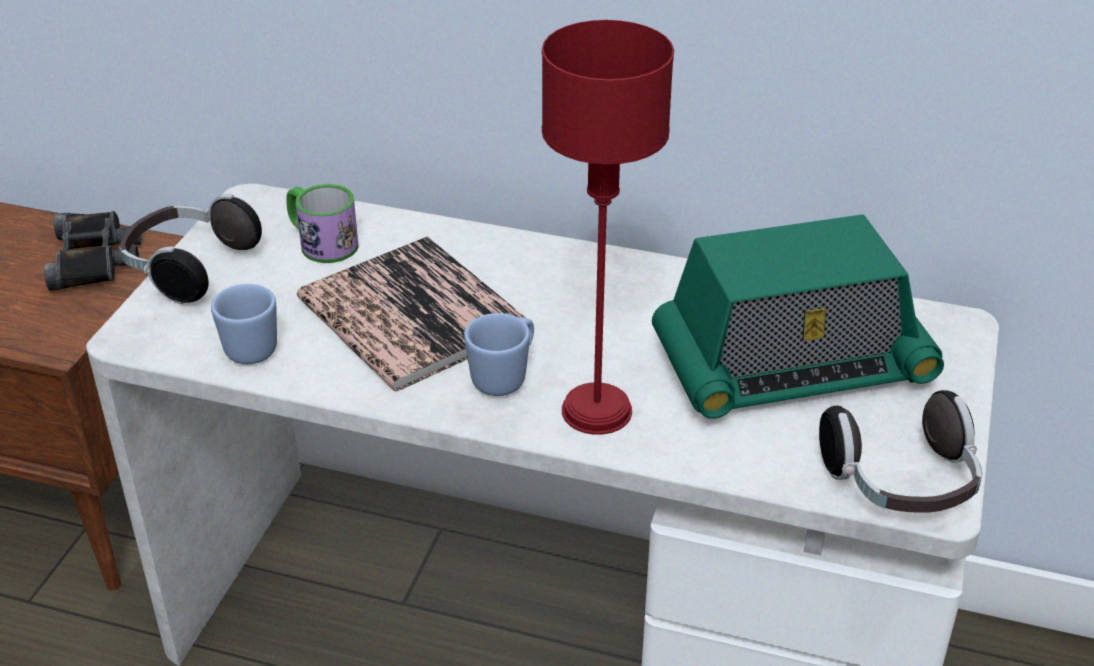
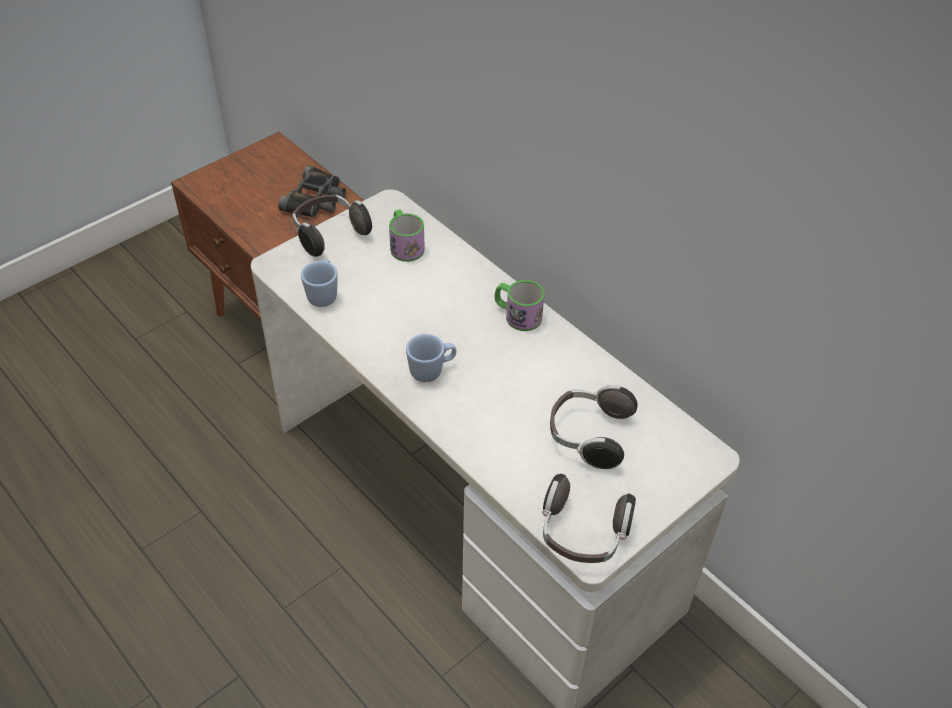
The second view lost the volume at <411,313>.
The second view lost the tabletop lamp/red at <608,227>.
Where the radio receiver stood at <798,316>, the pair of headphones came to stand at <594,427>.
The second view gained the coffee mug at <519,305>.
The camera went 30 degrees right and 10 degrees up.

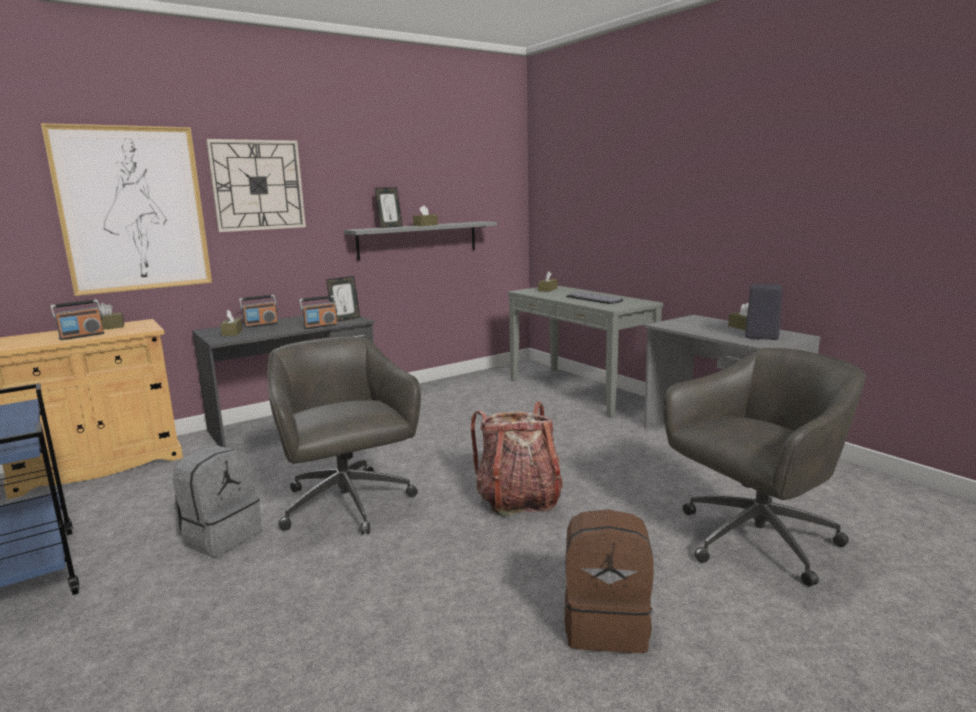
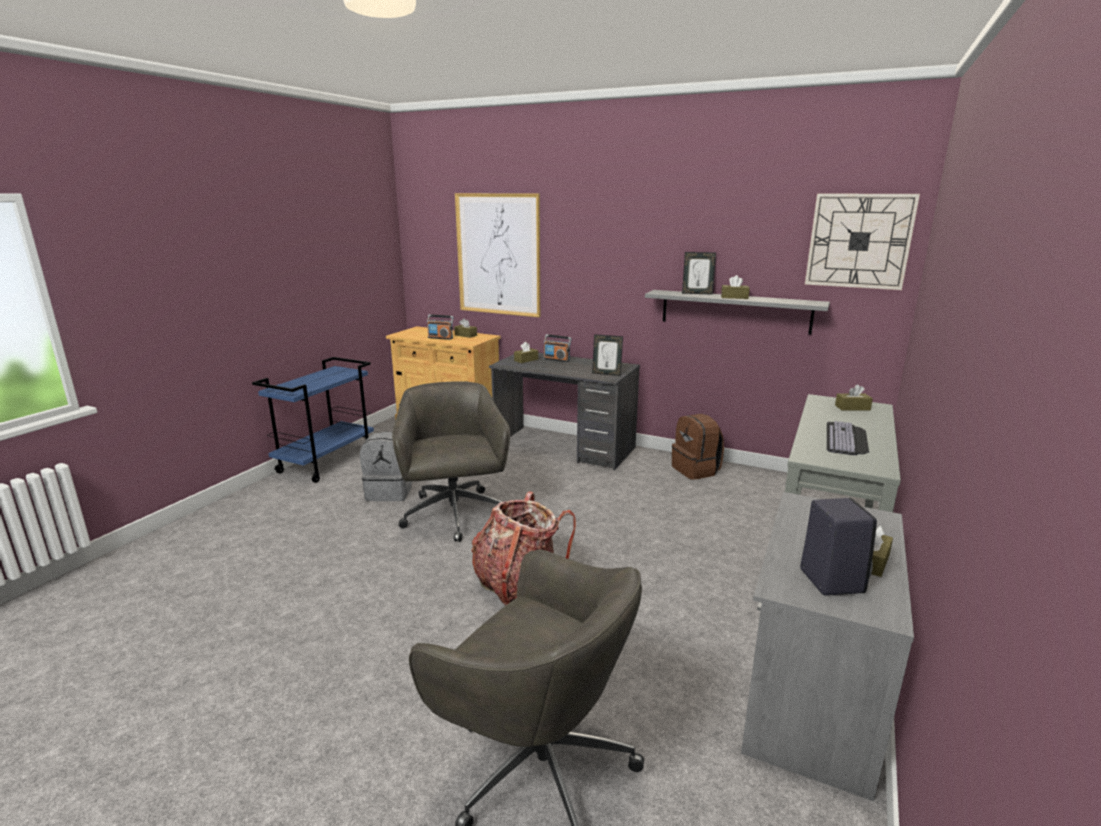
The clock on the wall ended up elsewhere, having gone from <256,185> to <862,242>.
The desk chair/gray at <344,435> ended up facing another way, 45 degrees counterclockwise from before.
The second view lost the radio receiver at <318,312>.
The knapsack/brown ended up elsewhere, having gone from <609,581> to <698,447>.
The camera went 60 degrees right and 5 degrees up.

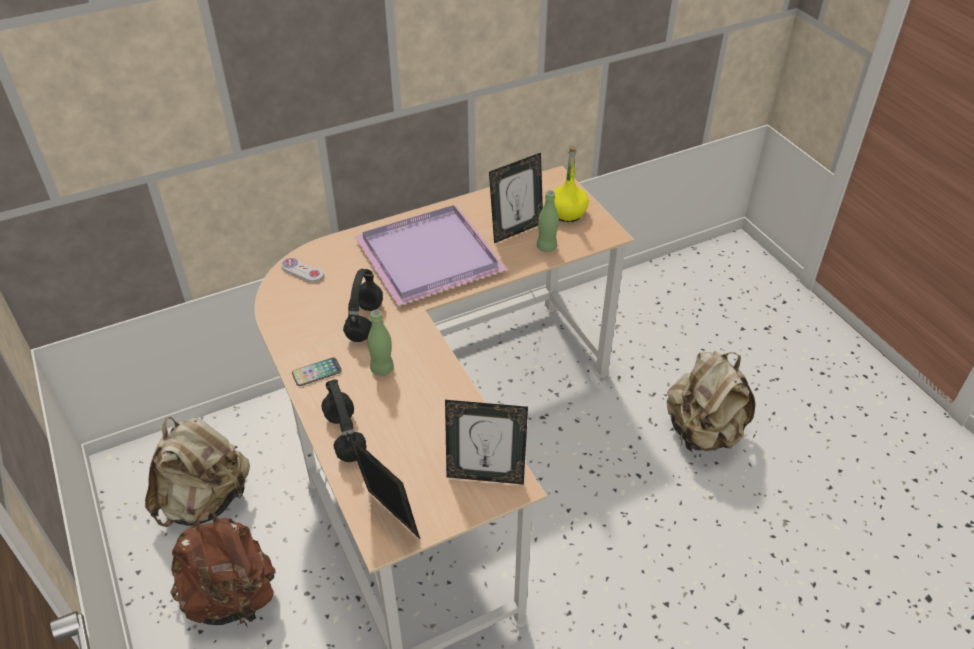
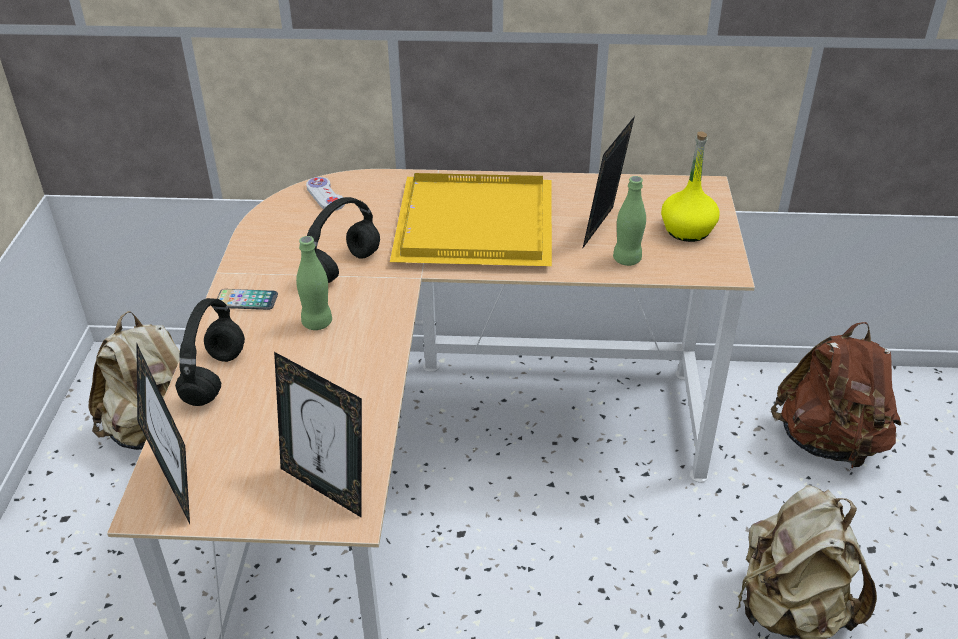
The knapsack/brown ended up elsewhere, having gone from <223,567> to <836,396>.
What was the carrying tray/purplish at <430,255> turned into the carrying tray/yellow at <471,219>.
The standing frame at <516,198> ended up facing another way, 120 degrees clockwise from before.
The camera went 30 degrees right and 5 degrees down.

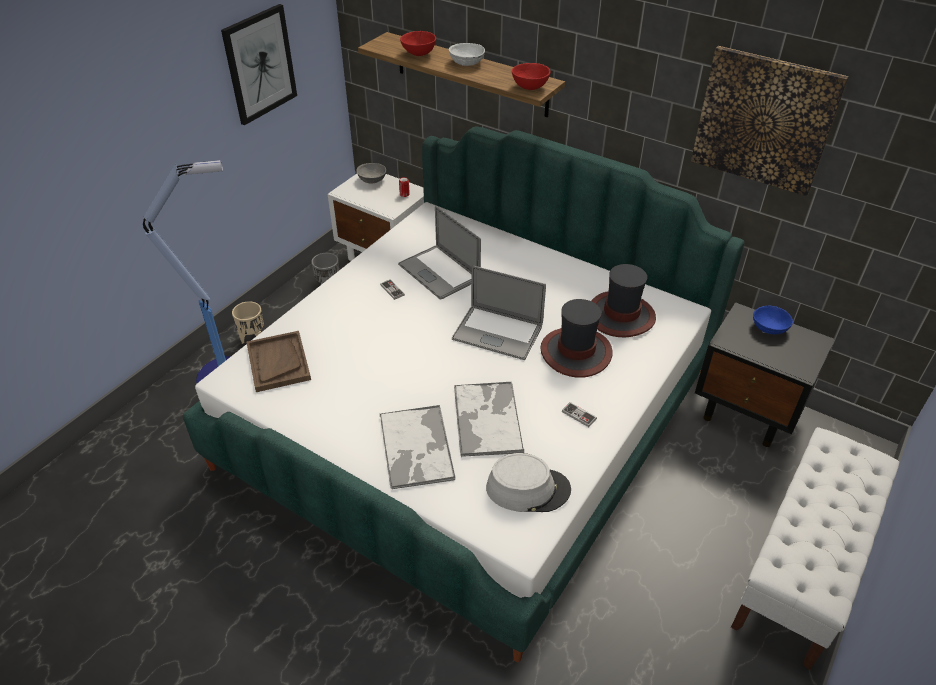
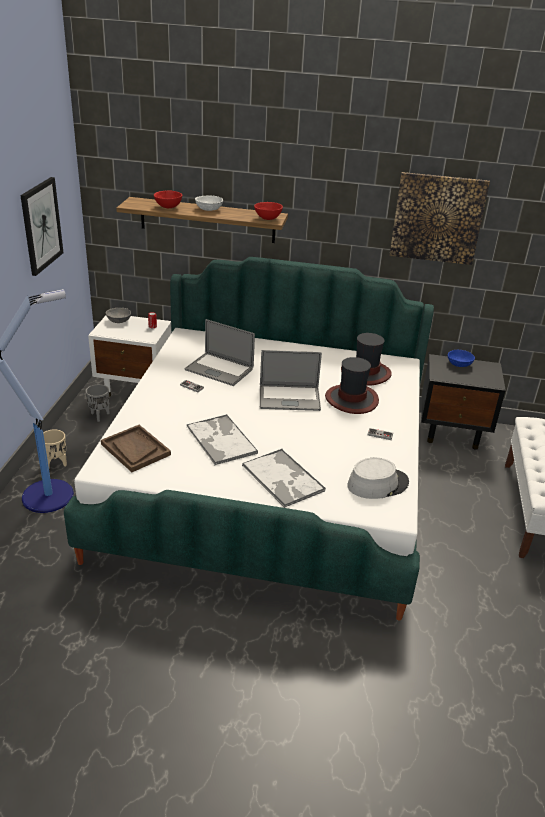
The carrying tray ended up elsewhere, having gone from <489,419> to <222,440>.
The camera went 25 degrees left and 10 degrees down.

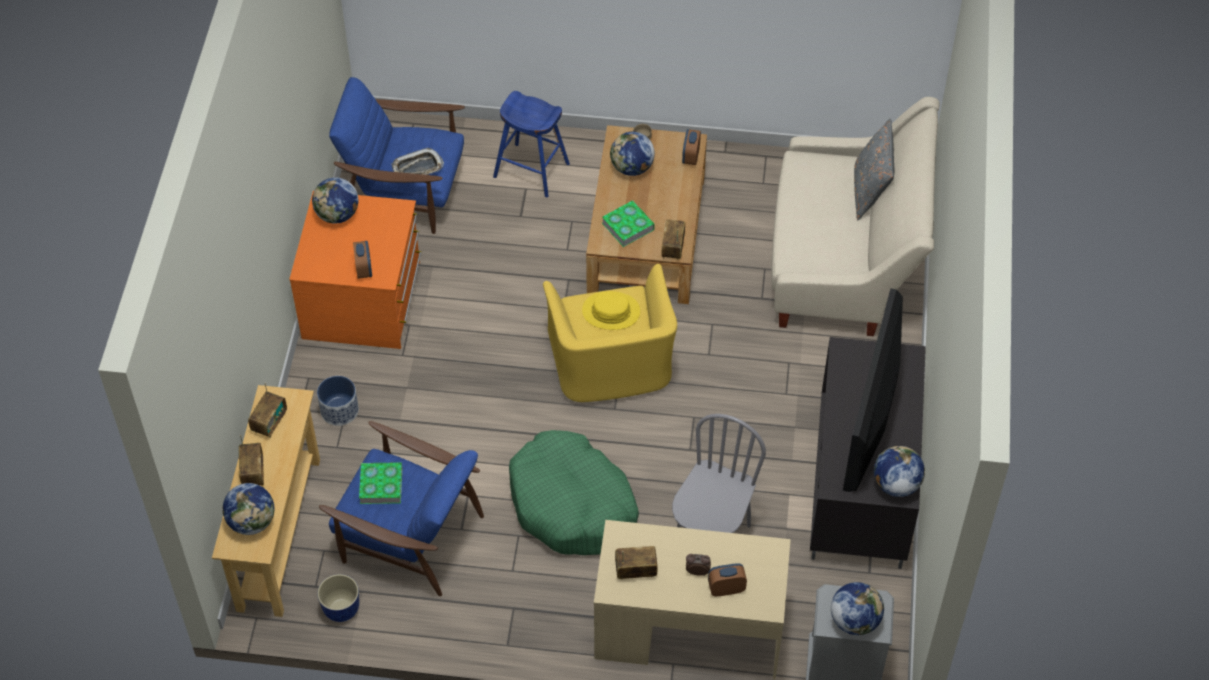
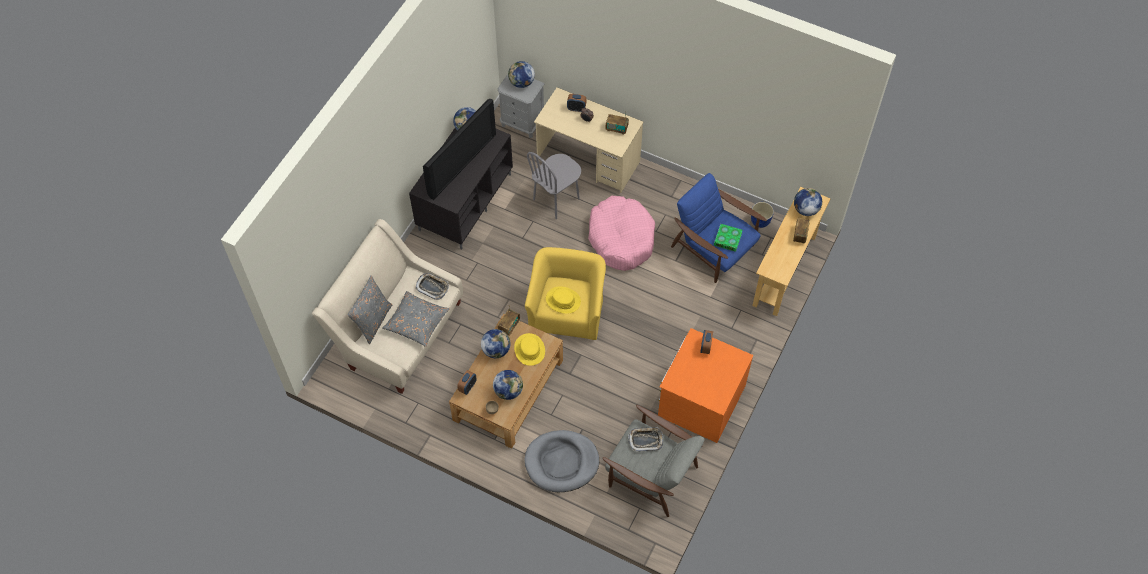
The second view lost the radio receiver at <267,410>.
The desk globe ended up elsewhere, having gone from <335,200> to <495,343>.
The second view lost the planter at <338,401>.
What was the armchair/blue-coloured at <397,155> turned into the armchair/gray at <654,461>.
Where the sitting stool/blue-coloured stood at <531,144>, the dog bed/gray came to stand at <561,461>.
What was the dog bed/greenish at <574,492> turned into the dog bed/pinkish at <621,233>.
Where the volume stood at <628,224>, the hat/yellow came to stand at <529,349>.
The second view gained the pillow/gray at <415,319>.
The second view gained the carrying tray at <432,286>.
The camera went 160 degrees left and 5 degrees up.

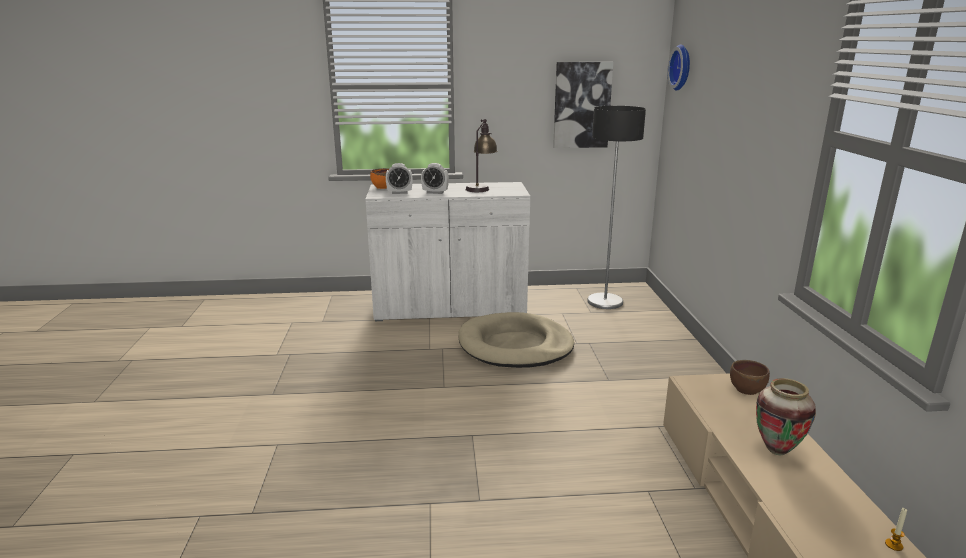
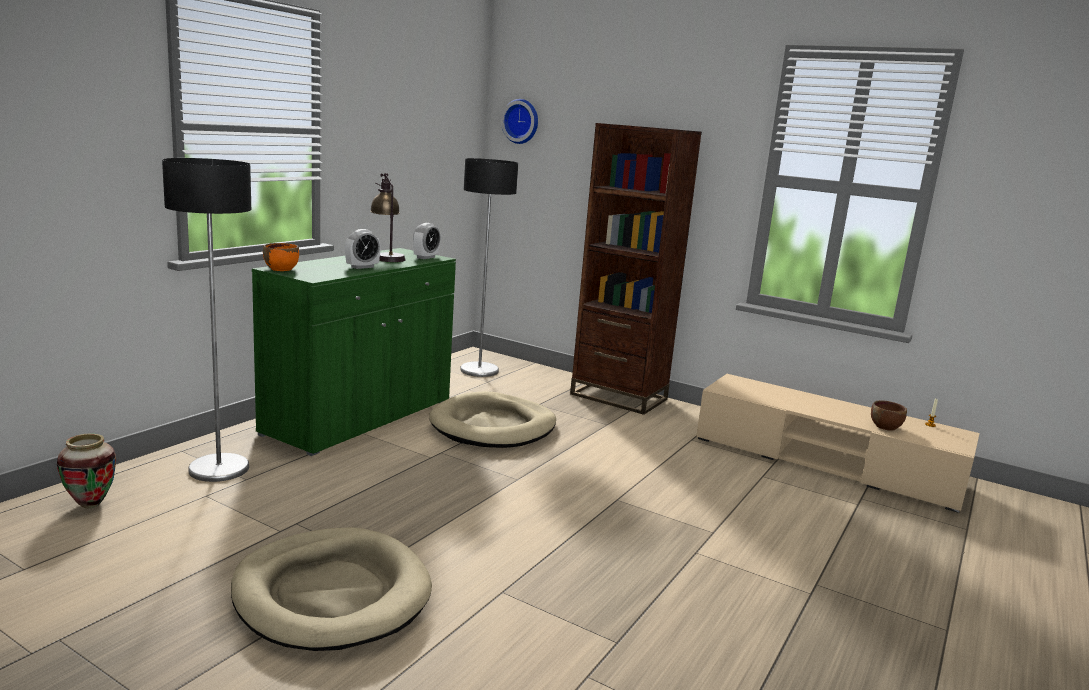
What was the storage cabinet/whitish at <447,251> turned into the storage cabinet/greenish at <354,352>.
The bedside clock ended up elsewhere, having gone from <399,178> to <426,241>.
The second view lost the wall picture at <583,105>.
The bowl/brown ended up elsewhere, having gone from <750,377> to <889,415>.
The decorative vase ended up elsewhere, having gone from <786,416> to <86,470>.
The second view gained the floor lamp at <206,320>.
The second view gained the dog bed/beige-coloured at <331,589>.
The second view gained the shelving unit/brown at <636,269>.
The camera went 55 degrees left and 5 degrees down.

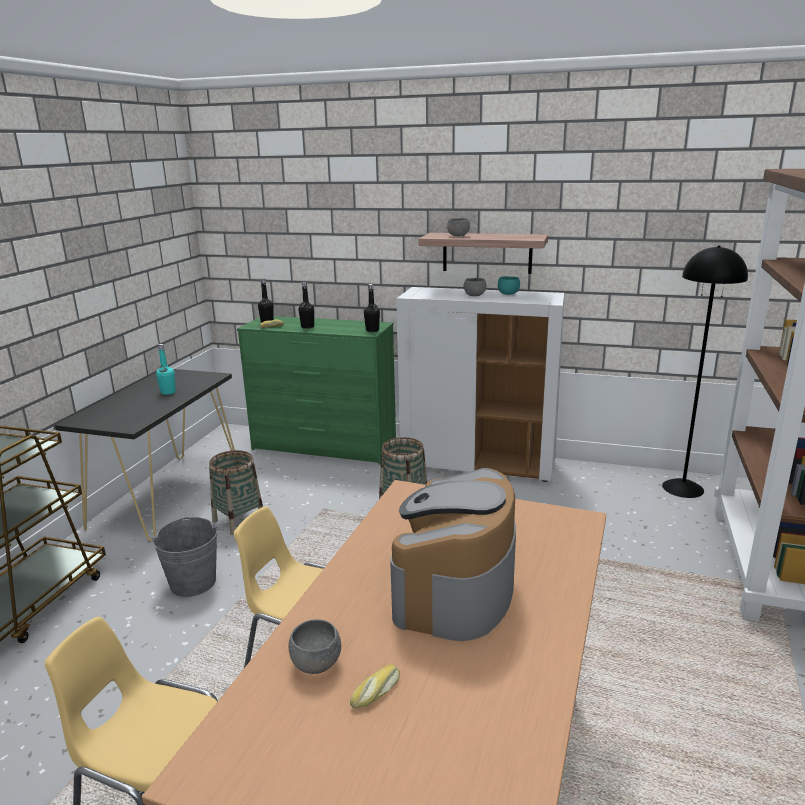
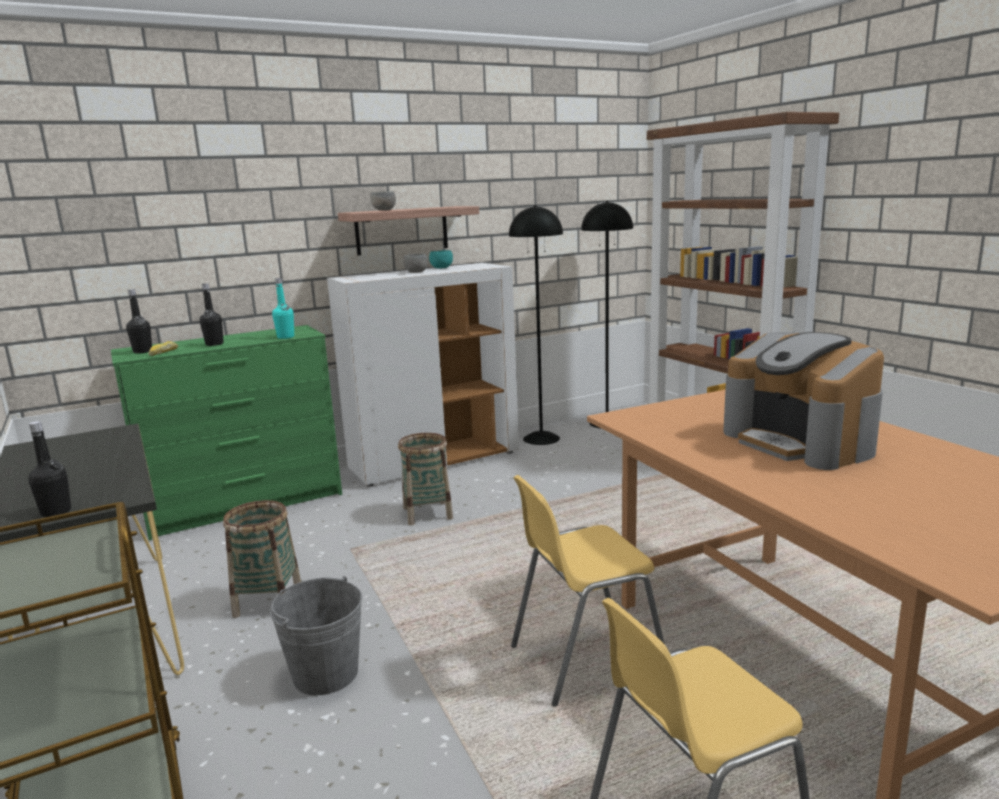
The bottle/blue-green ended up elsewhere, having gone from <166,369> to <283,308>.
The second view lost the bowl/gray at <314,646>.
The second view lost the bakery bread at <375,686>.
The bottle/blackish ended up elsewhere, having gone from <372,308> to <49,469>.
The second view gained the floor lamp/blackish at <536,325>.
The camera went 45 degrees left and 5 degrees down.

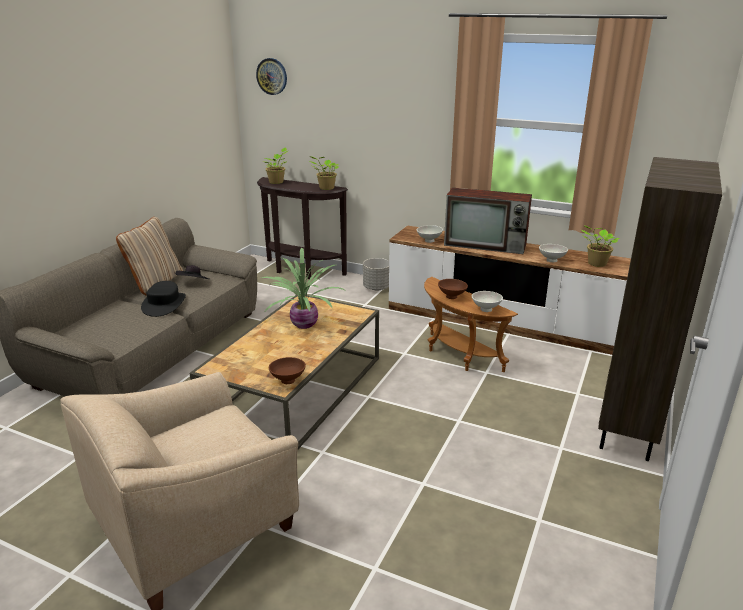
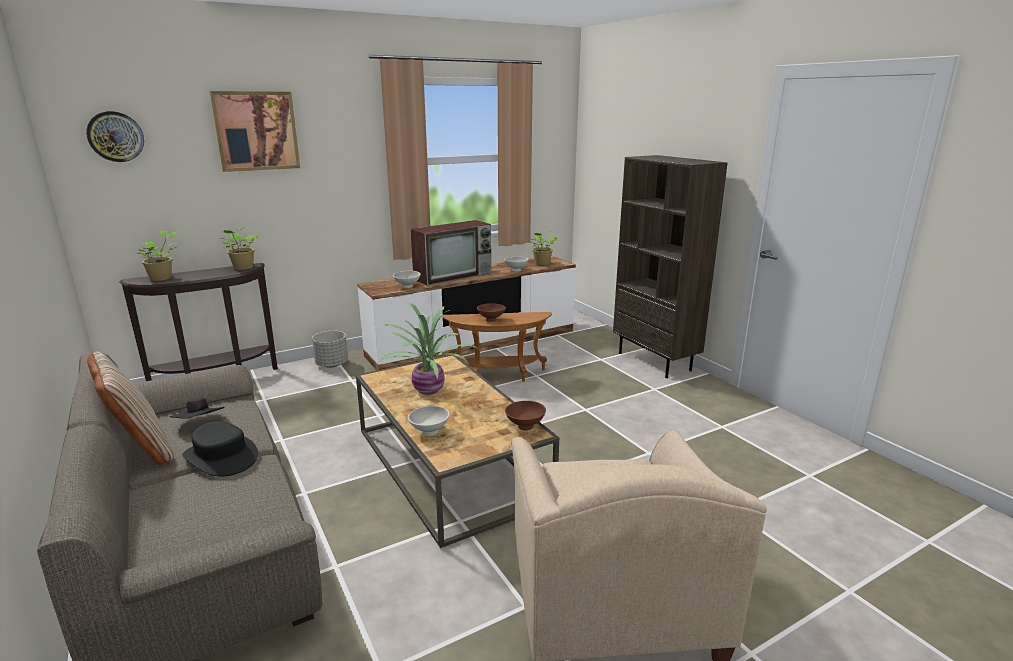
The bowl/whitish ended up elsewhere, having gone from <487,301> to <429,421>.
The second view gained the wall picture at <255,131>.
The camera went 55 degrees left and 5 degrees down.

